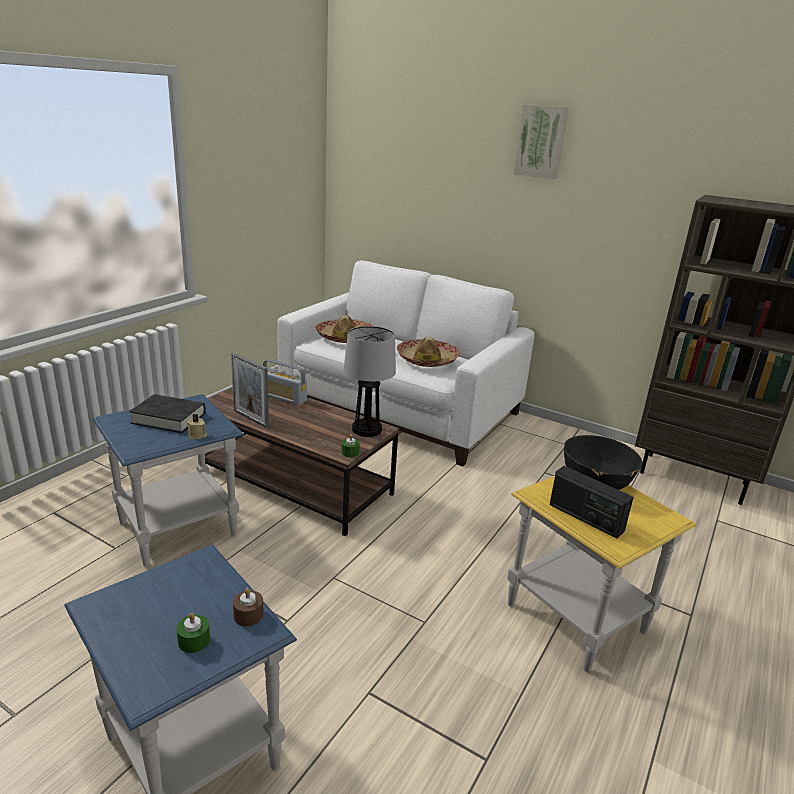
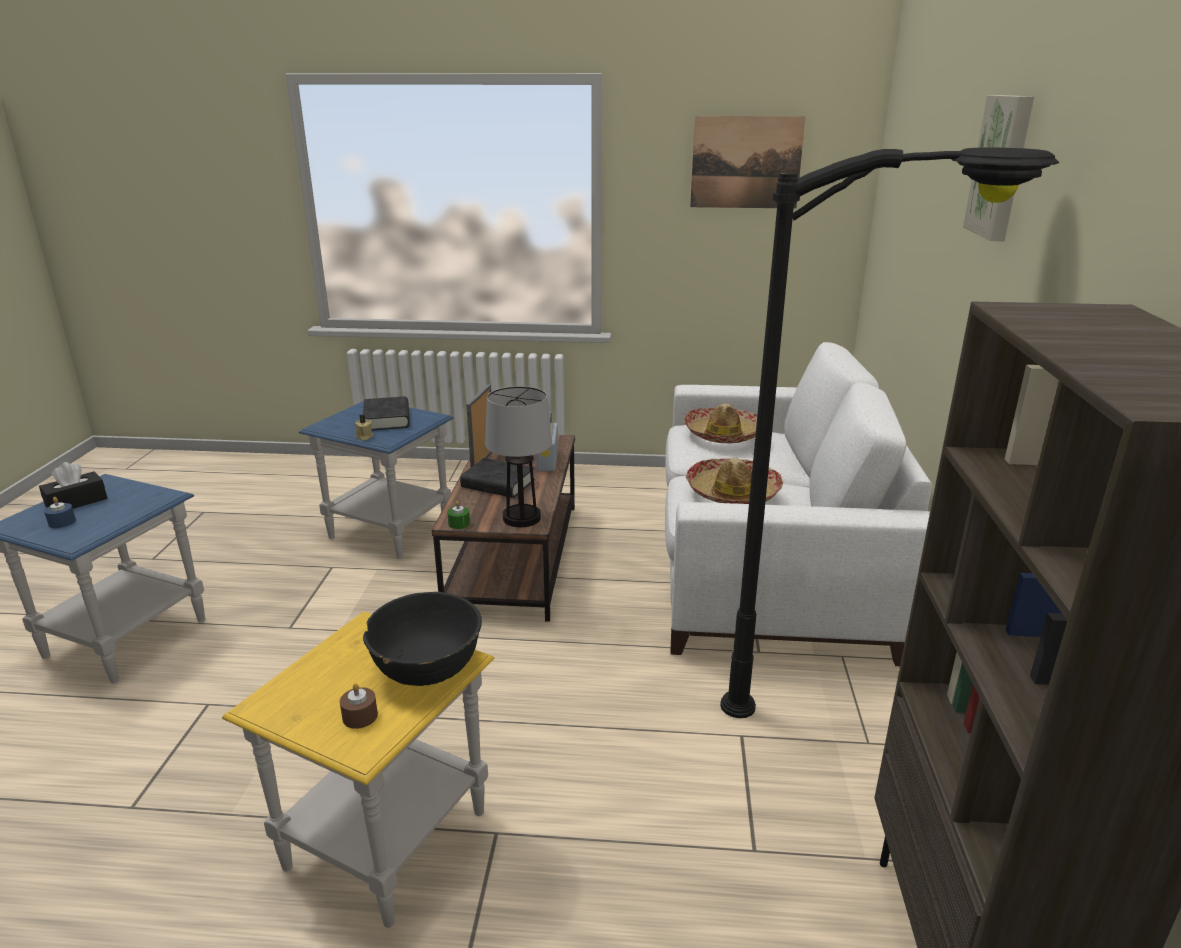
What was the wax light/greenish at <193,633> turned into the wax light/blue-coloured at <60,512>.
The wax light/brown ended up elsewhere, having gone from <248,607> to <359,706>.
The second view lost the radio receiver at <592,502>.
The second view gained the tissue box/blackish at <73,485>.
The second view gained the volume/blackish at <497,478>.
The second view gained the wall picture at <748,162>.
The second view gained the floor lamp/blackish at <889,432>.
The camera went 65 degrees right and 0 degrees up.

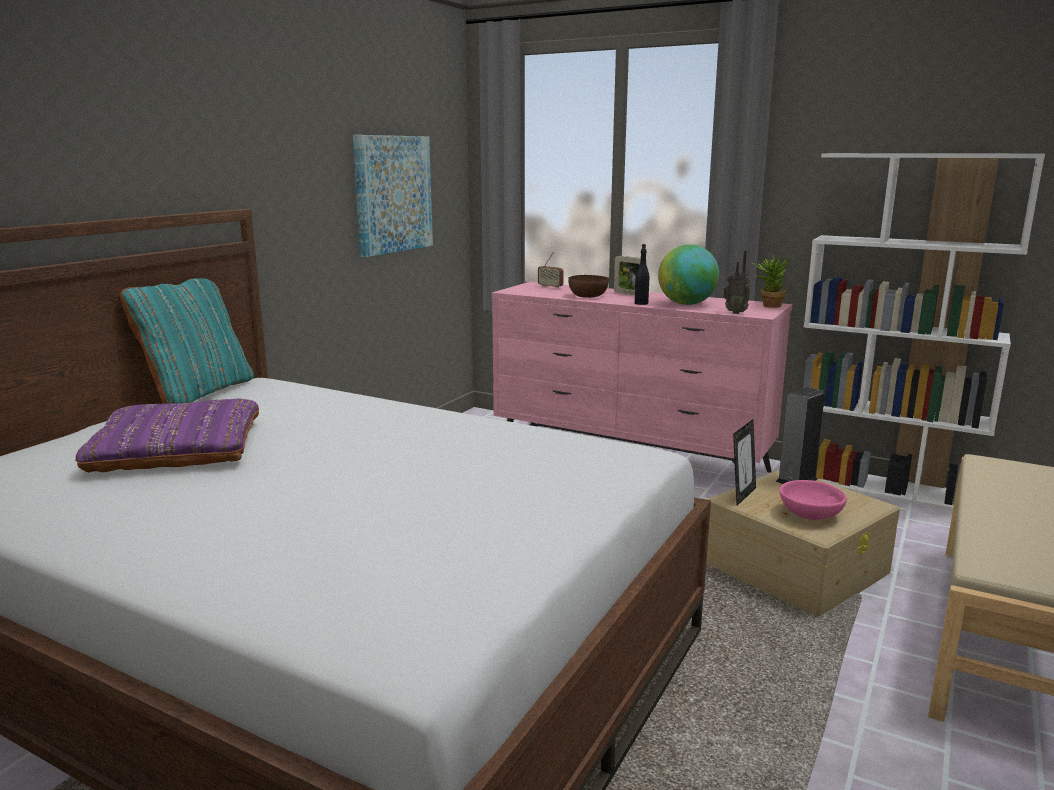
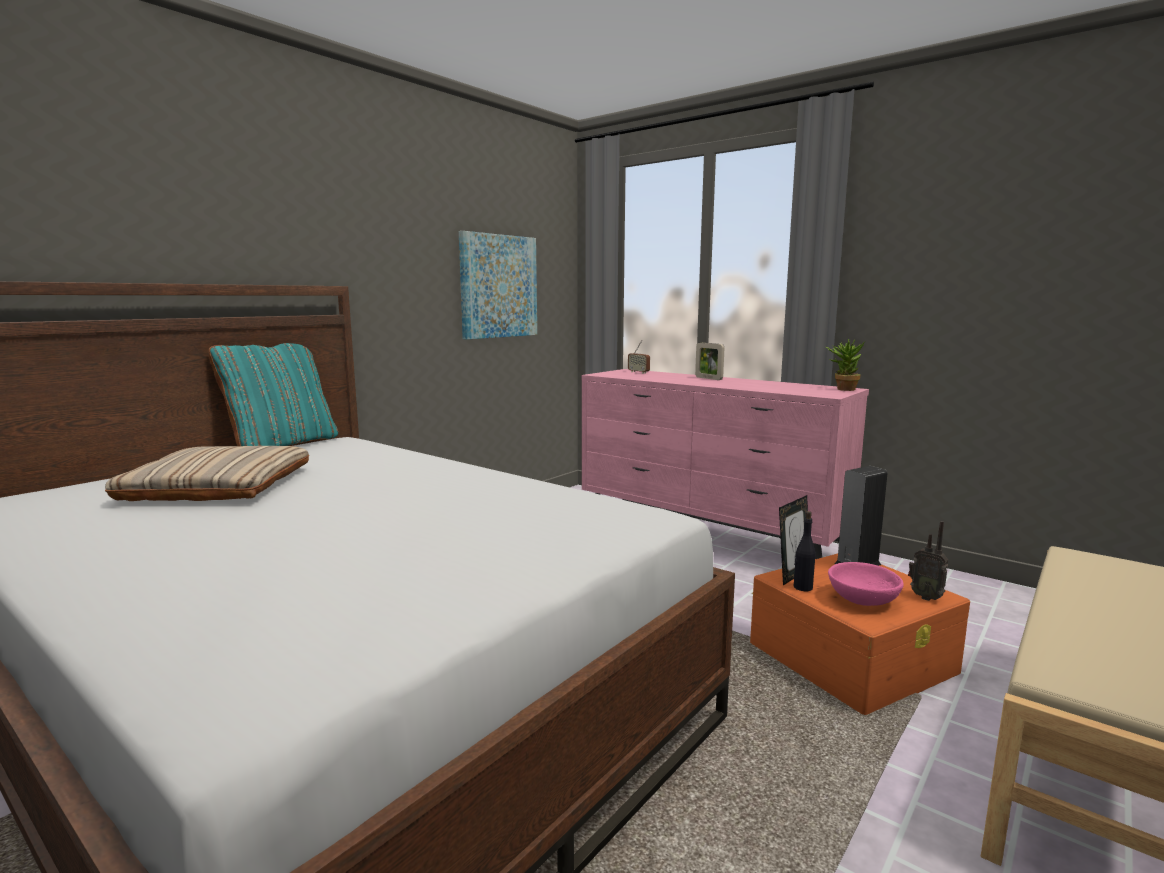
What was the pillow/purplish at <167,435> turned into the pillow/beige-coloured at <207,473>.
The second view lost the bowl/brown at <588,286>.
The bottle/blackish ended up elsewhere, having gone from <642,274> to <804,551>.
The second view lost the desk globe at <688,274>.
What was the storage box/beige-coloured at <803,543> turned into the storage box/orangey at <860,634>.
The radio receiver ended up elsewhere, having gone from <737,282> to <928,561>.
The second view lost the shelving unit/whitish at <924,332>.
The camera went 10 degrees right and 5 degrees down.

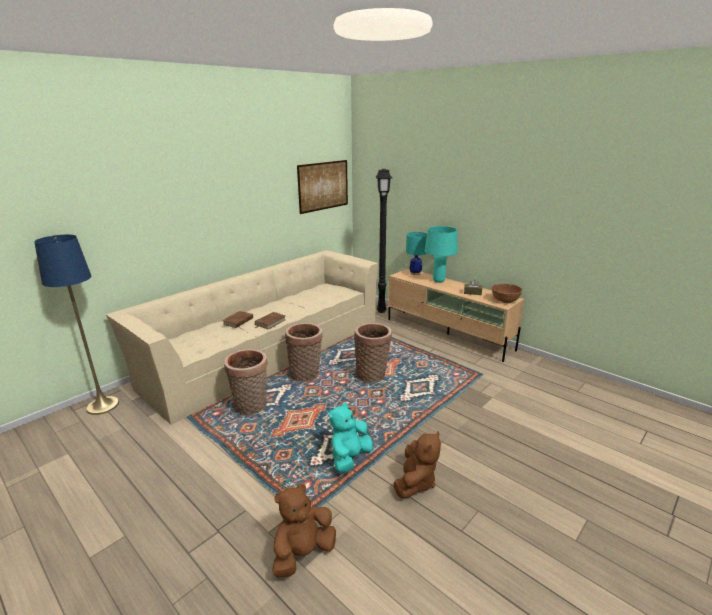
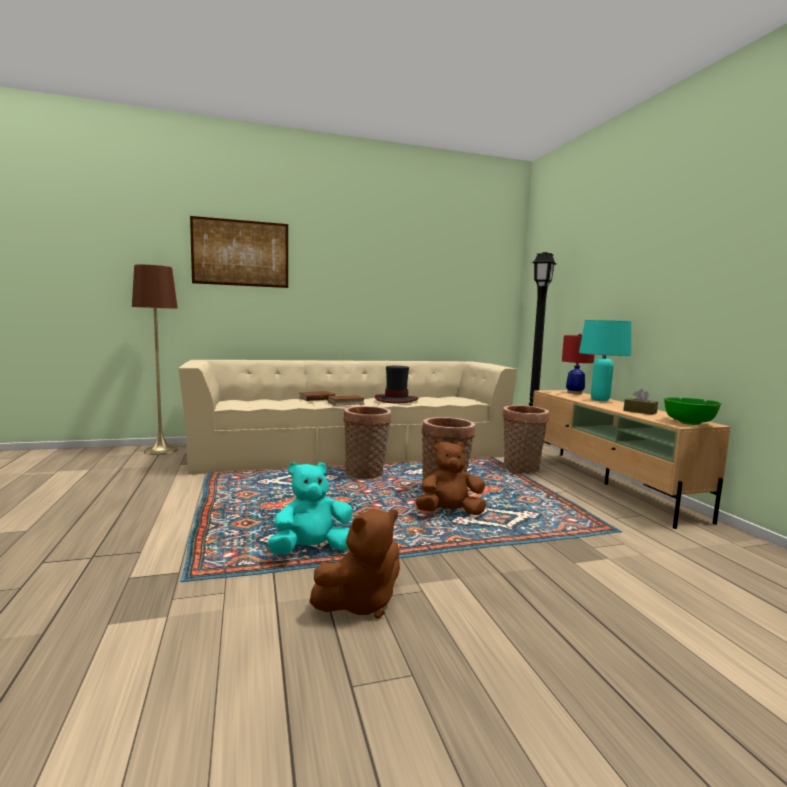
What was the floor lamp/blue-coloured at <76,325> turned into the floor lamp/brown at <155,360>.
The basket ended up elsewhere, having gone from <246,382> to <525,439>.
The cuddly toy/brown ended up elsewhere, having gone from <304,530> to <450,477>.
The wall picture ended up elsewhere, having gone from <322,187> to <239,252>.
What was the tabletop lamp/blue-green at <416,253> turned into the tabletop lamp/red at <578,363>.
What was the bowl/brown at <507,293> turned into the bowl/greenish at <692,411>.
The second view gained the hat at <396,384>.
The camera went 30 degrees right and 15 degrees down.

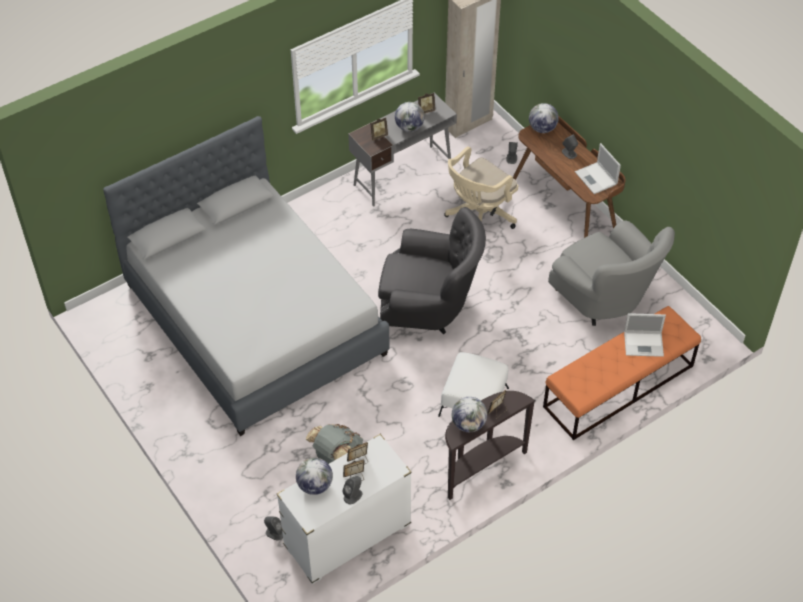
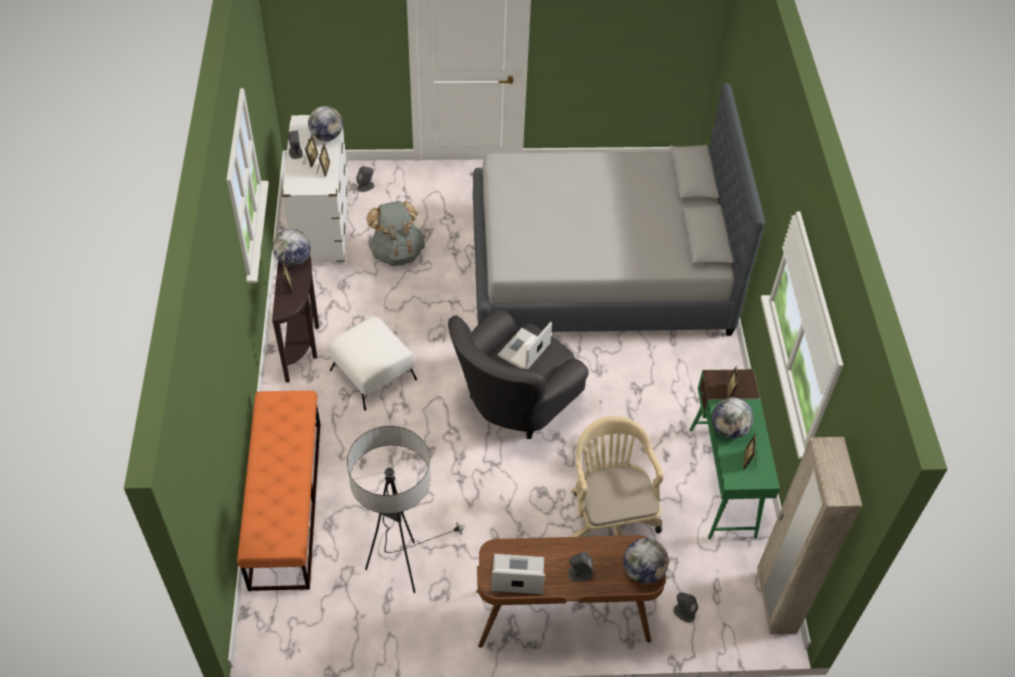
What was the desk table/gray at <402,149> turned into the desk table/greenish at <735,454>.
Where the armchair/gray stood at <611,273>, the floor lamp came to stand at <406,509>.
The notebook computer ended up elsewhere, having gone from <645,335> to <525,345>.
The camera went 120 degrees right and 0 degrees up.

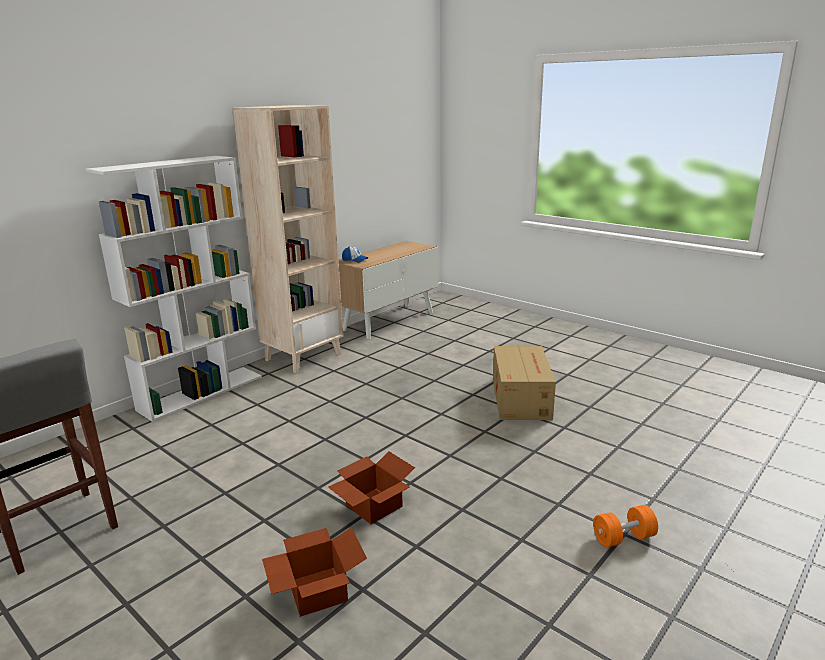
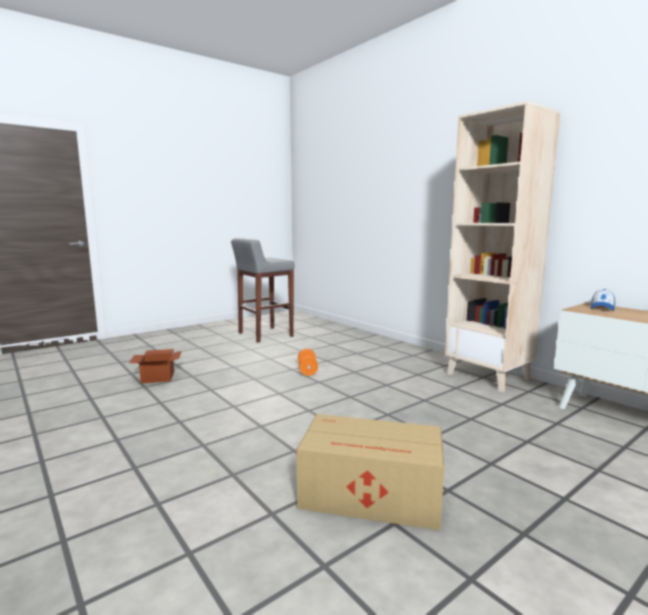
The second view lost the shelving unit/whitish at <173,289>.
The second view lost the carton at <371,487>.
The free weight/orangey ended up elsewhere, having gone from <625,526> to <308,362>.
The camera went 100 degrees right and 10 degrees down.

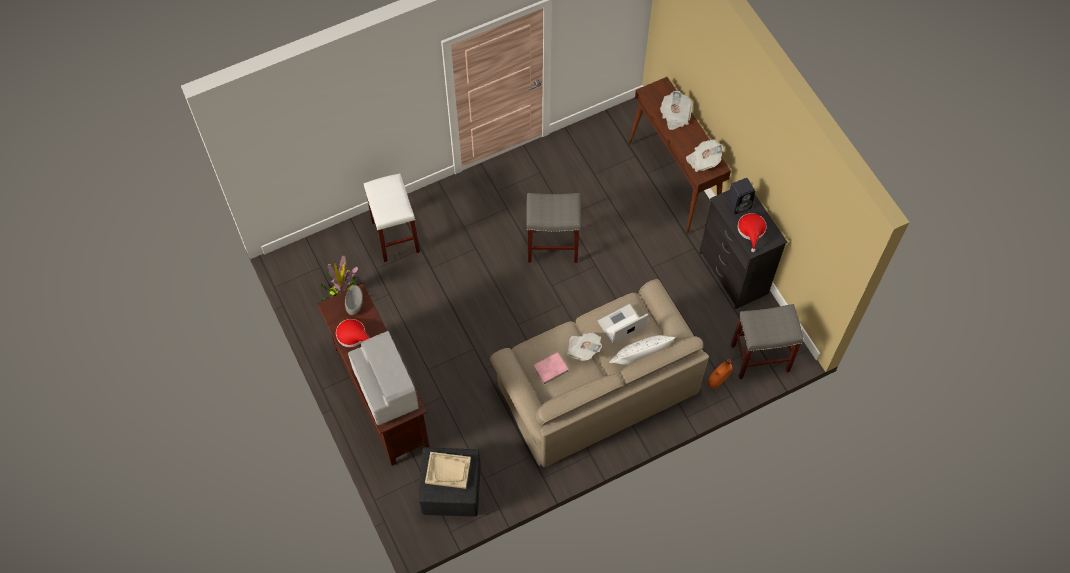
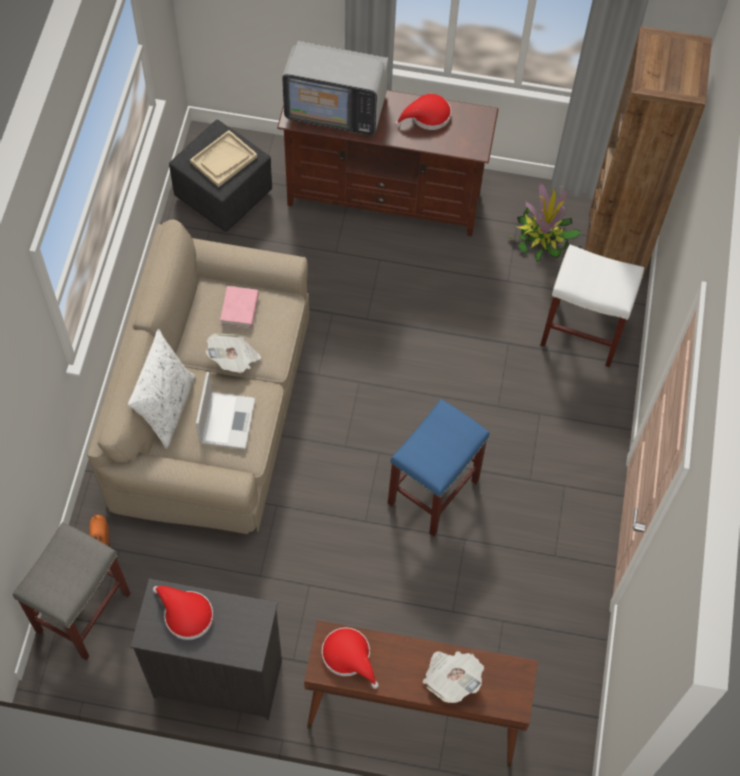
The second view lost the bowl/gray at <354,300>.
What was the sitting stool/gray at <554,228> turned into the sitting stool/blue-coloured at <439,467>.
Where the daily paper stood at <705,156>, the hat/red came to stand at <350,658>.
The second view lost the loudspeaker/blackish at <741,196>.
The second view gained the shelving unit/brown at <648,153>.
The camera went 125 degrees right and 0 degrees up.

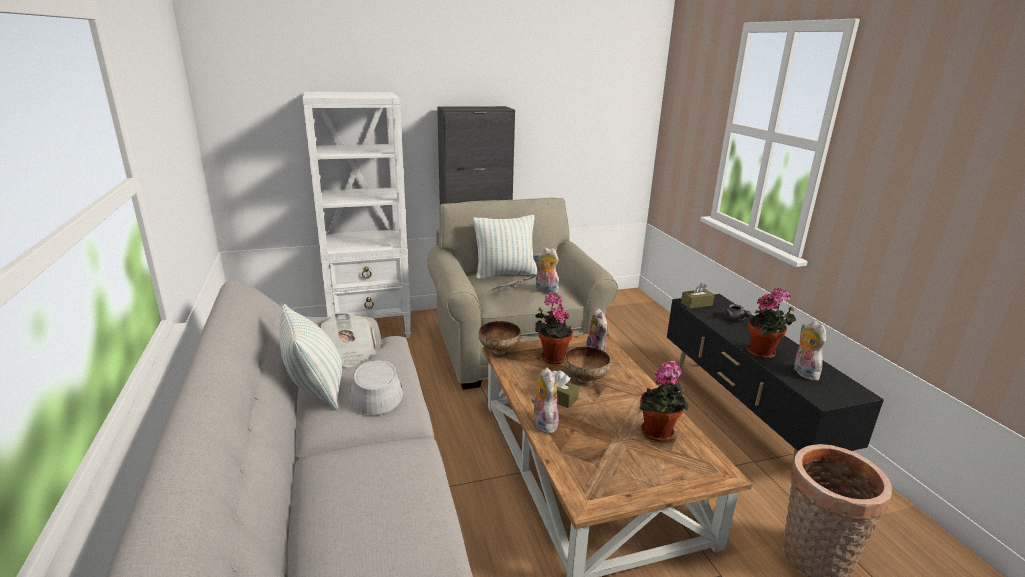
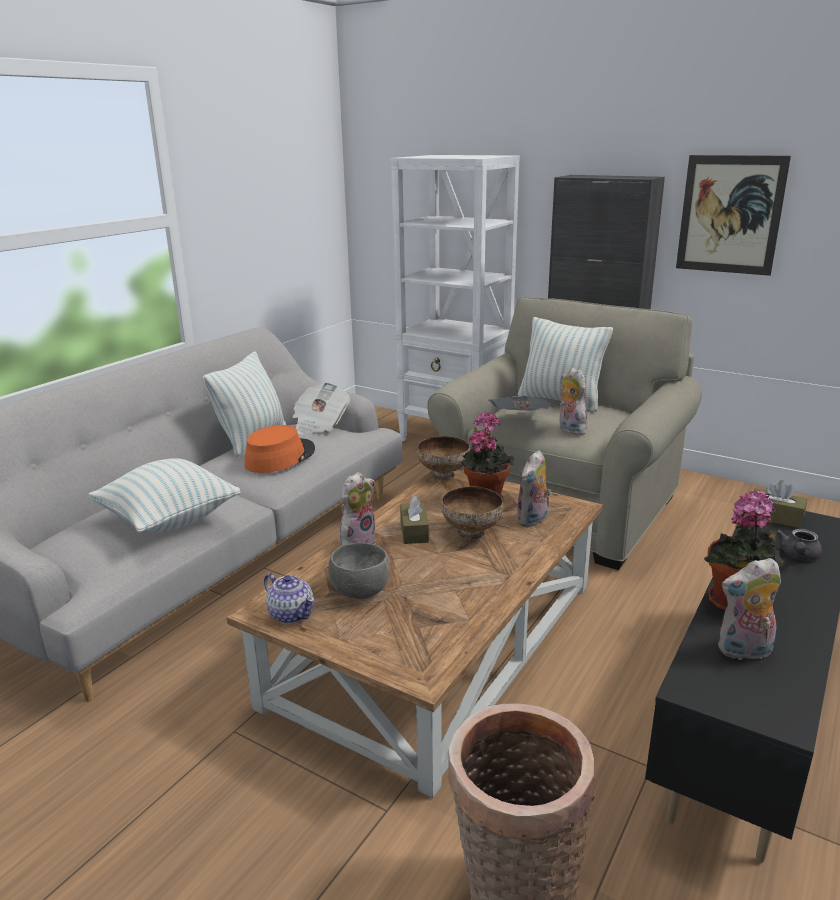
What was the hat/gray at <376,387> turned into the hat/orangey at <279,449>.
The second view lost the plant in a pot at <663,401>.
The cuddly toy at <810,351> ended up facing another way, 135 degrees counterclockwise from before.
The second view gained the pillow at <164,495>.
The second view gained the pot for tea at <289,598>.
The second view gained the bowl/gray at <359,570>.
The second view gained the wall picture at <733,215>.
The camera went 50 degrees right and 0 degrees up.

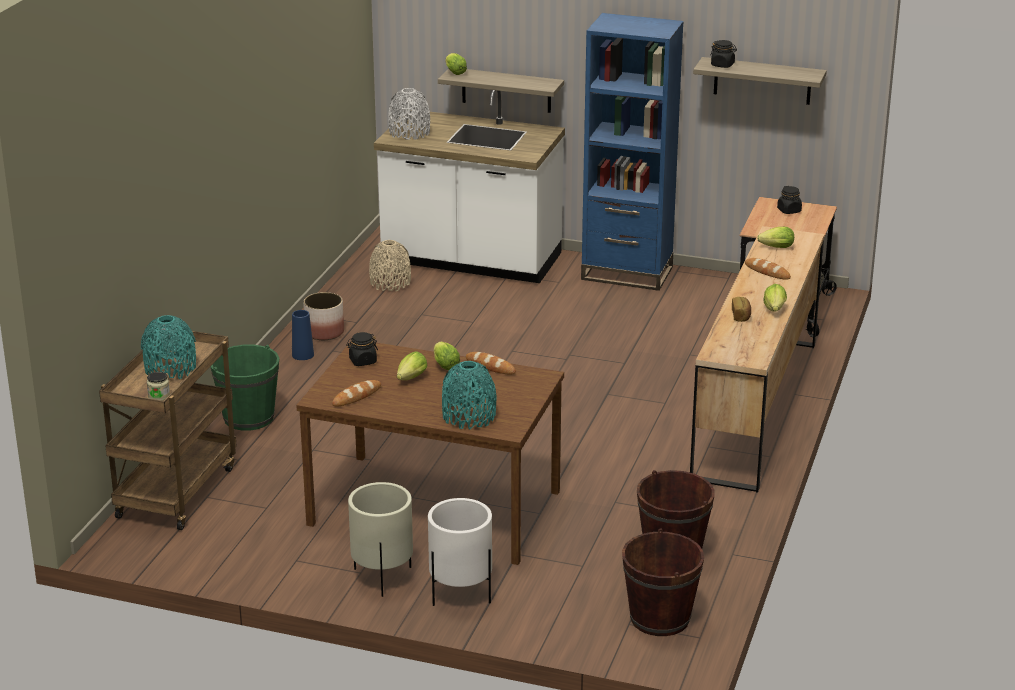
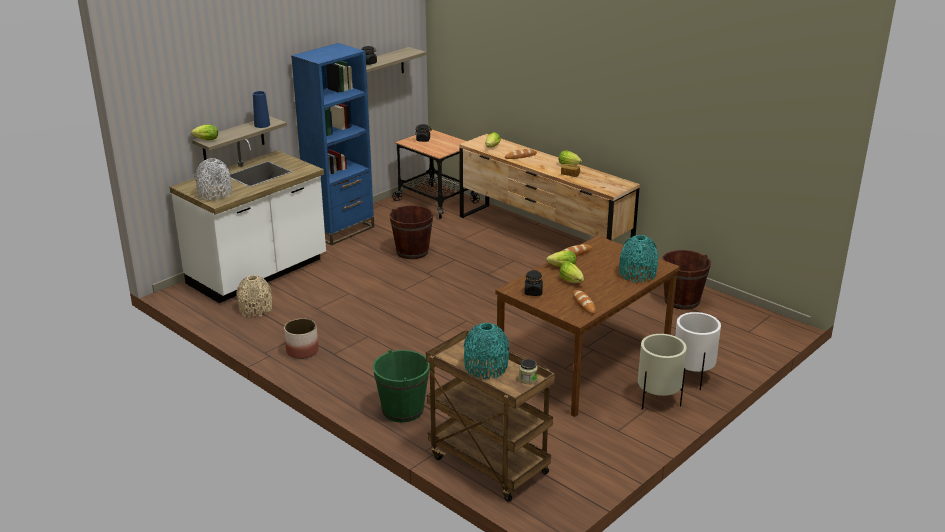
The decorative vase/blue-coloured ended up elsewhere, having gone from <303,335> to <261,109>.
The pail/brown ended up elsewhere, having gone from <663,582> to <411,232>.
The camera went 65 degrees left and 0 degrees up.

